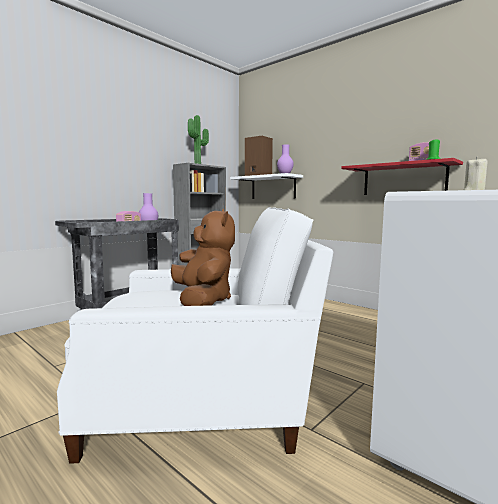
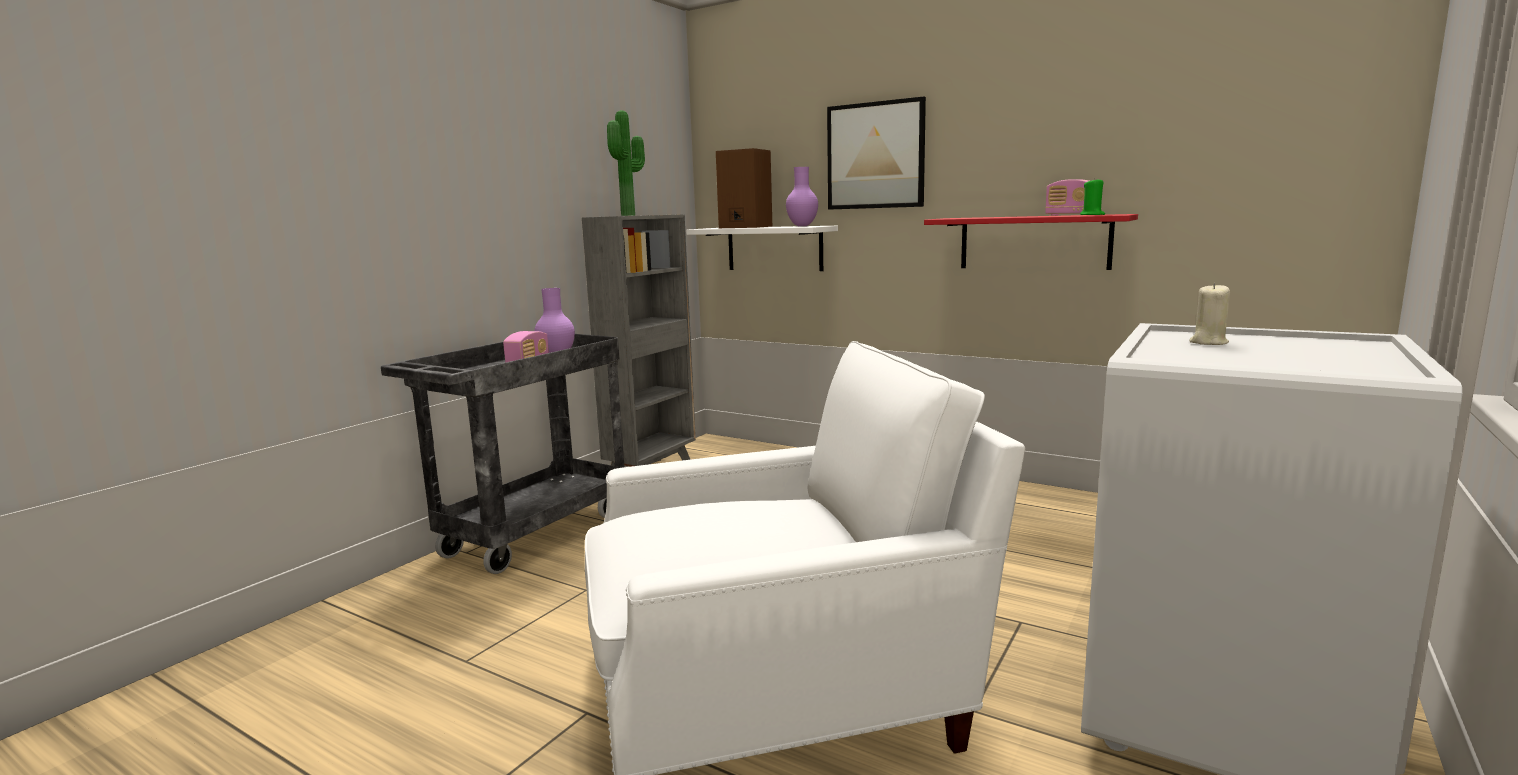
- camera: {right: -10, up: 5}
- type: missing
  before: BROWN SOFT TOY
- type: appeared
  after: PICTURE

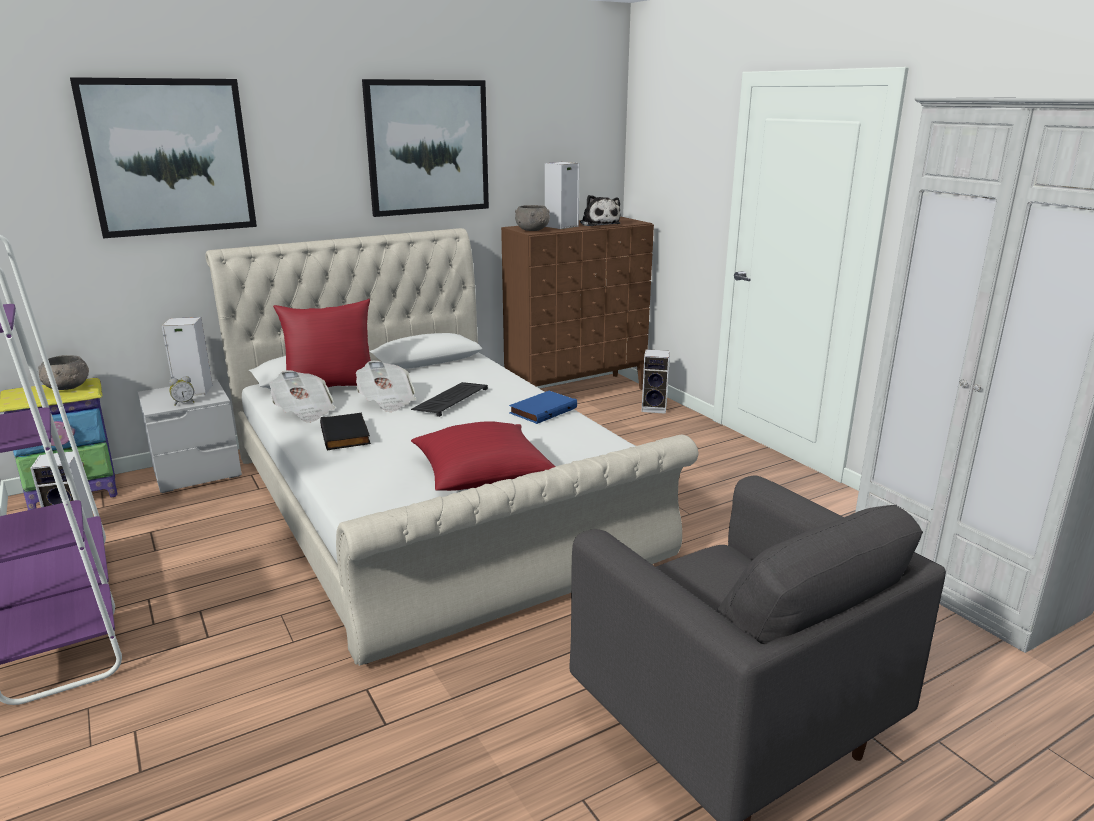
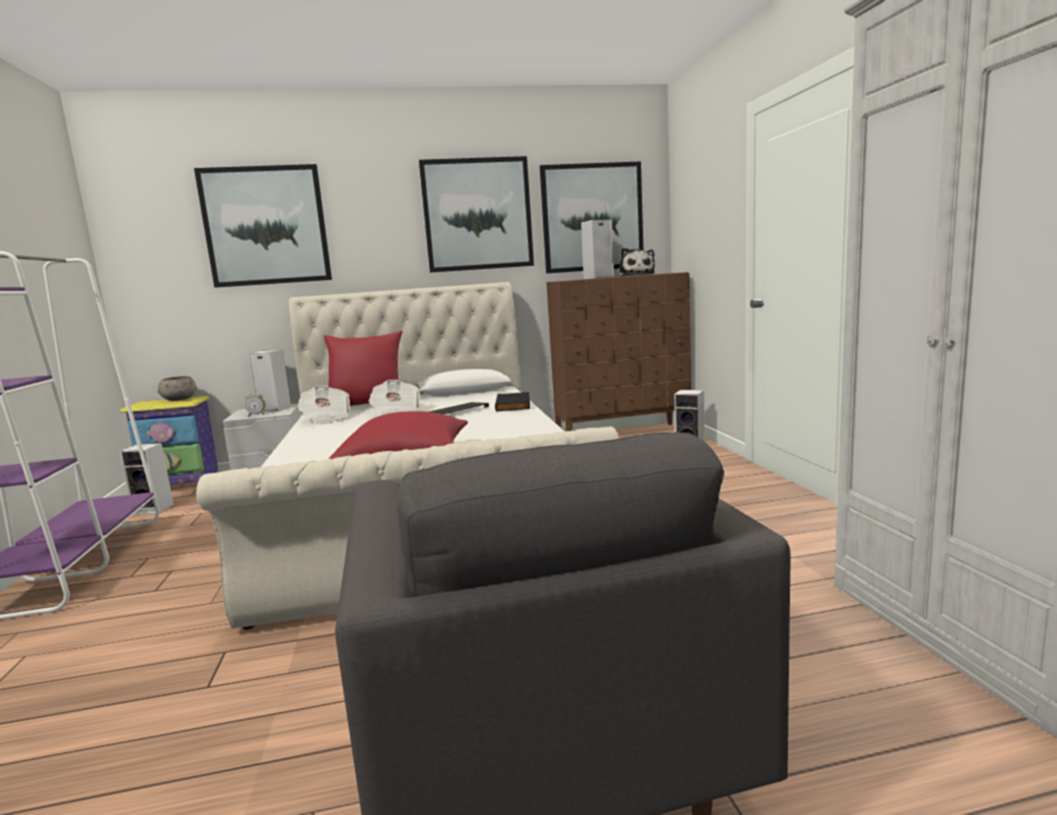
- camera: {right: 20, up: -10}
- type: missing
  before: GREY DEEP DISH (no. 2 from left)
- type: missing
  before: BLUE-COLOURED BOOK
- type: relocated
  before: BLACK-COLOURED BOOK
- type: appeared
  after: PICTURE (no. 3 from left)

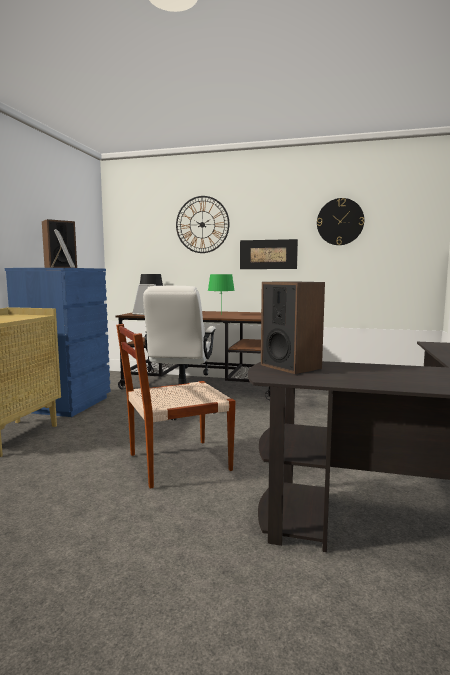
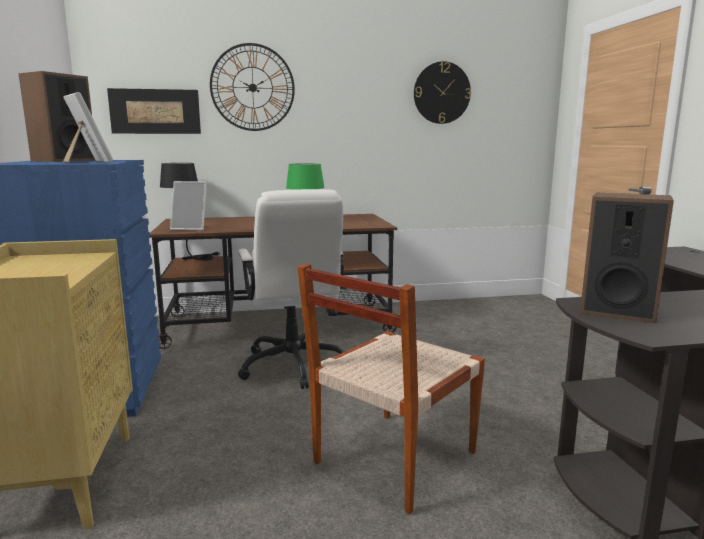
- camera: {right: -25, up: 5}
- type: relocated
  before: PICTURE

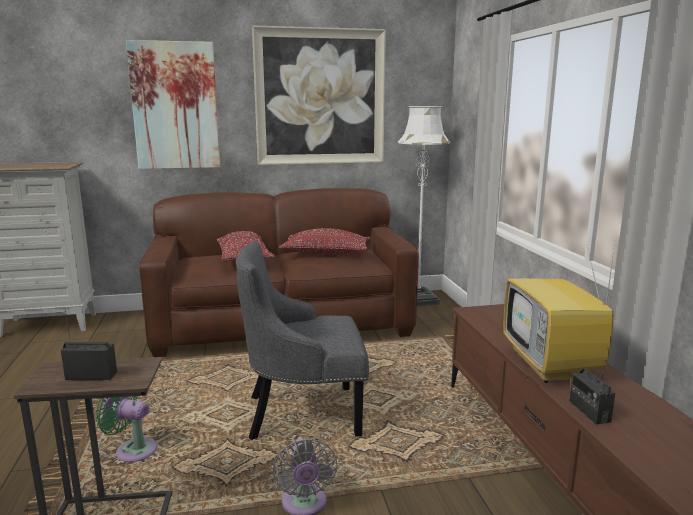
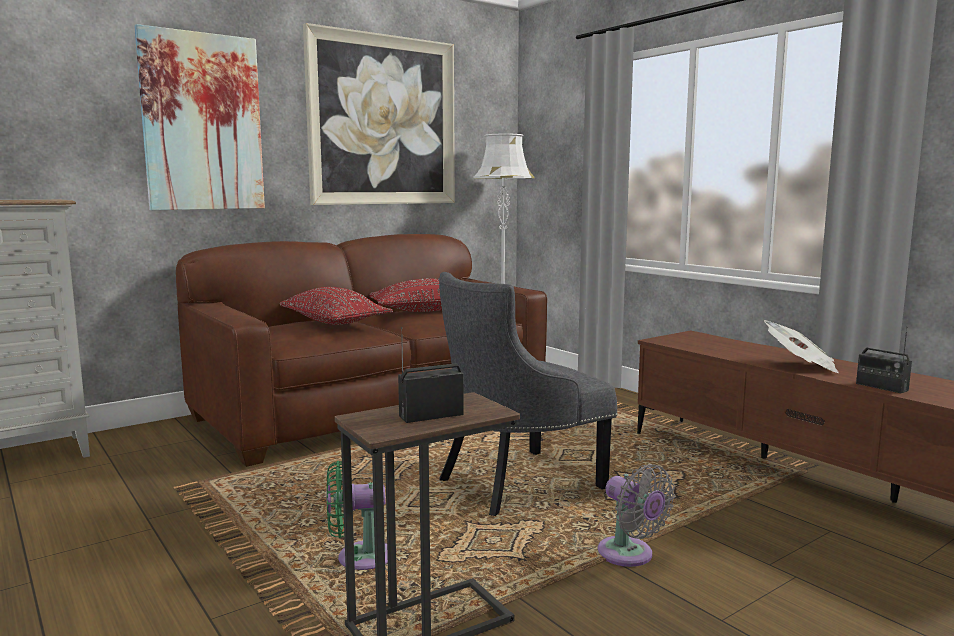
- camera: {right: -25, up: -5}
- type: exchanged
  before: TV SET
  after: PRINTED PAPER

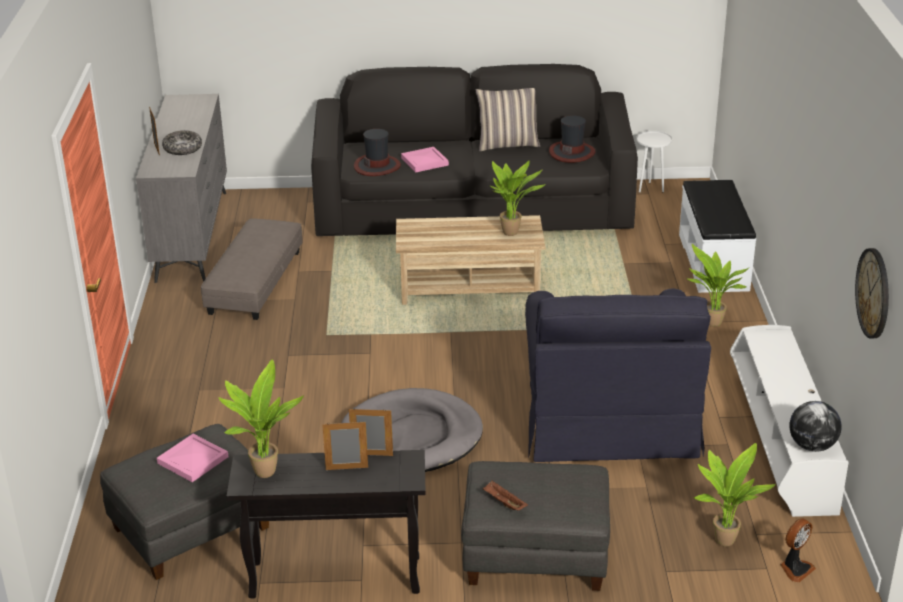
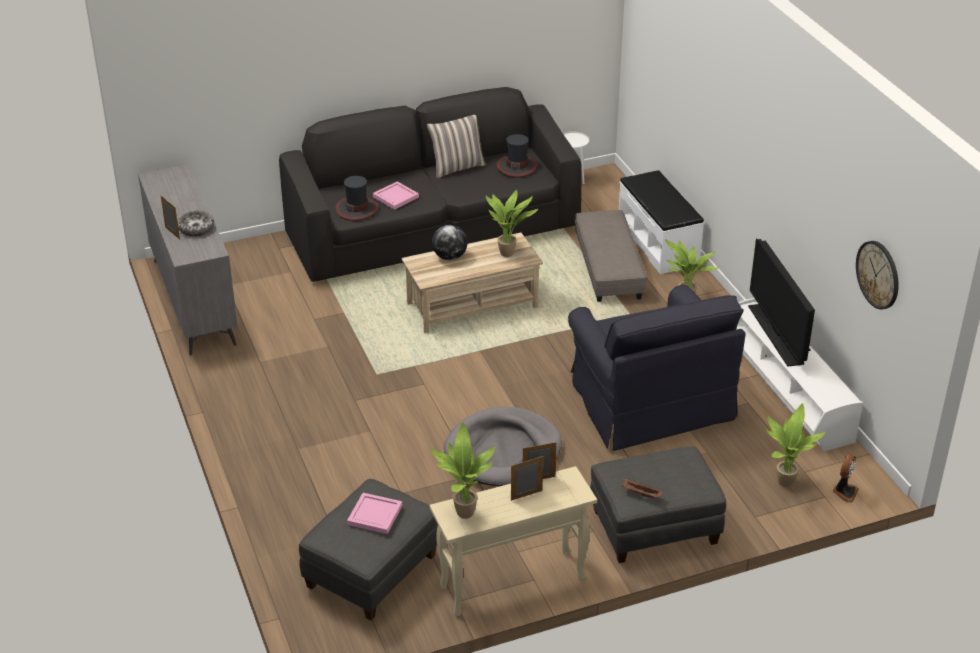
- camera: {right: -20, up: 5}
- type: relocated
  before: GREY OTTOMAN (no. 2 from left)
- type: relocated
  before: WORLD GLOBE
- type: colour
  before: BLACK-COLOURED HALL TABLE
  after: SAND-COLOURED HALL TABLE
- type: appeared
  after: TV SET

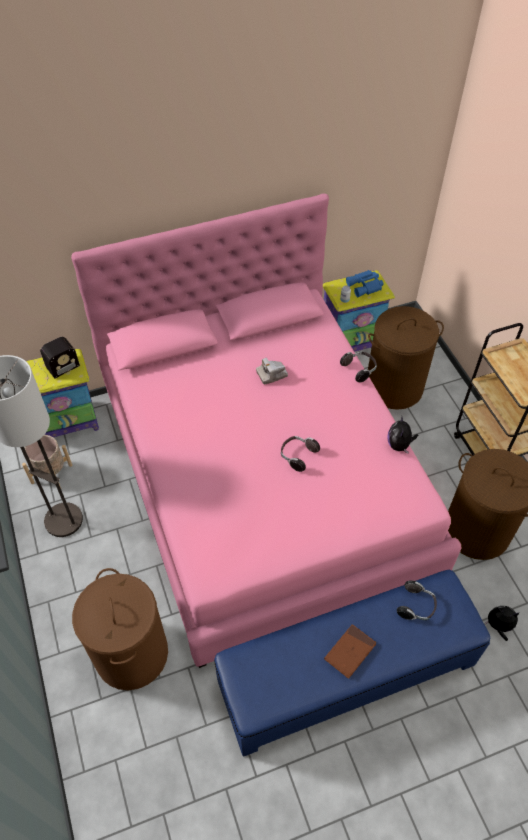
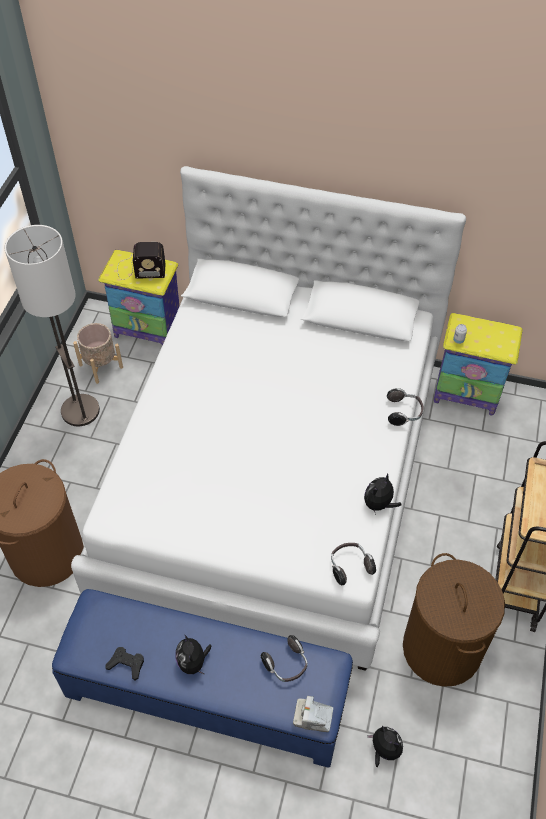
- camera: {right: 35, up: 0}
- type: colour
  before: PINKISH SLEEPING BED
  after: WHITE SLEEPING BED
- type: missing
  before: BLUE-COLOURED FIELD GLASSES
- type: missing
  before: BROWN LAUNDRY BASKET (no. 2 from left)
- type: relocated
  before: STILL CAMERA
- type: relocated
  before: HEADSET (no. 1 from left in the first image)
  after: HEADSET (no. 2 from left)
- type: exchanged
  before: BROWN BOOK
  after: SOFT TOY (no. 1 from left)
- type: appeared
  after: BLACK-COLOURED GAMEPAD

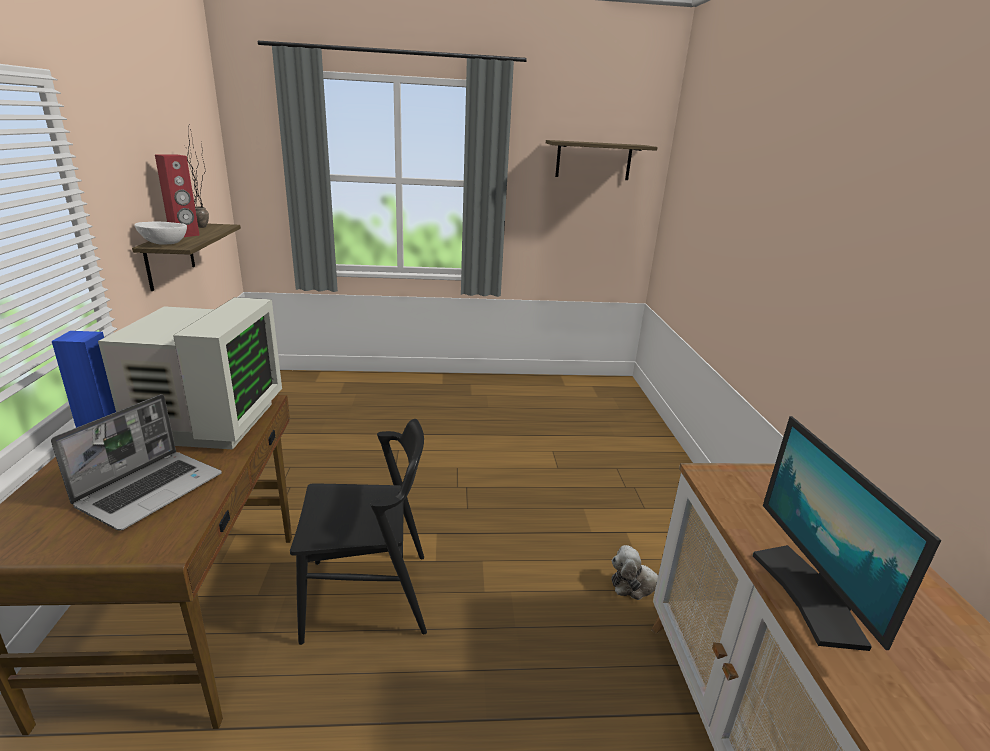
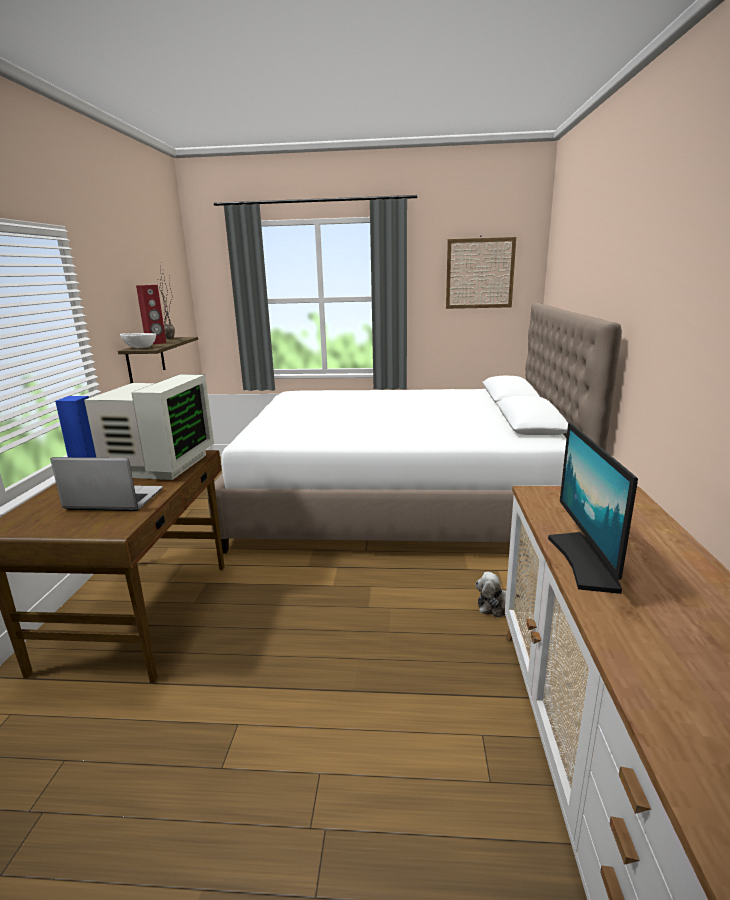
- camera: {right: 10, up: -5}
- type: exchanged
  before: BRACKET SHELF (no. 2 from left)
  after: PICTURE
- type: spun
  before: NOTEBOOK COMPUTER
  turn: -120
- type: missing
  before: BLACK-COLOURED UPRIGHT CHAIR
- type: appeared
  after: WHITE SLEEPING BED

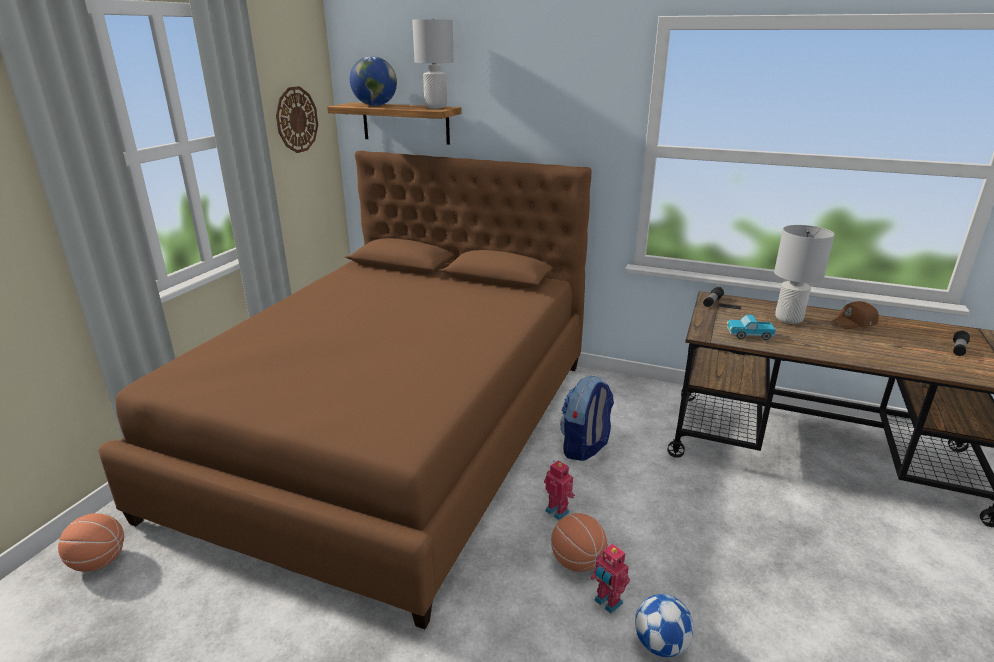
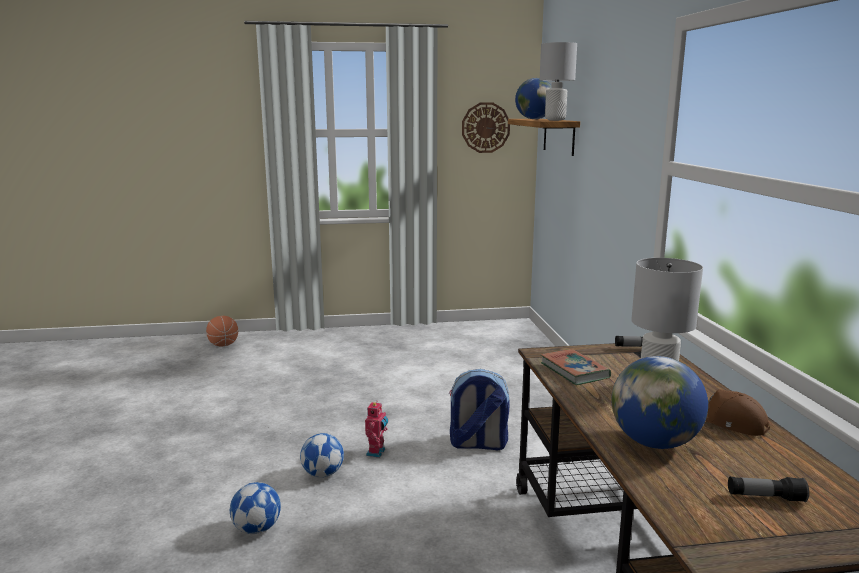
- camera: {right: 60, up: -10}
- type: missing
  before: BROWN SLEEPING BED
- type: exchanged
  before: TOY TRUCK
  after: BOOK
- type: exchanged
  before: BALL FOR BASKETBALL (no. 2 from left)
  after: FOOTBALL (no. 2 from left)
- type: missing
  before: ROBOT FIGURE (no. 2 from left)
- type: appeared
  after: WORLD GLOBE (no. 2 from left)

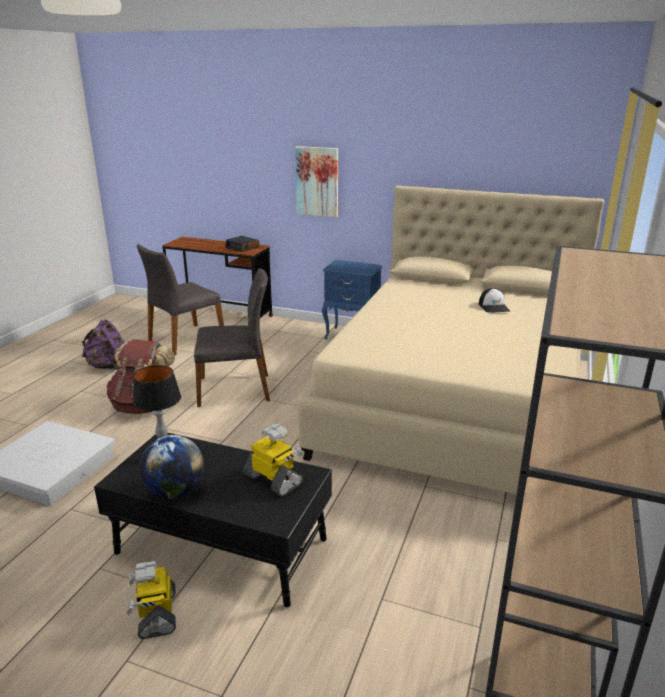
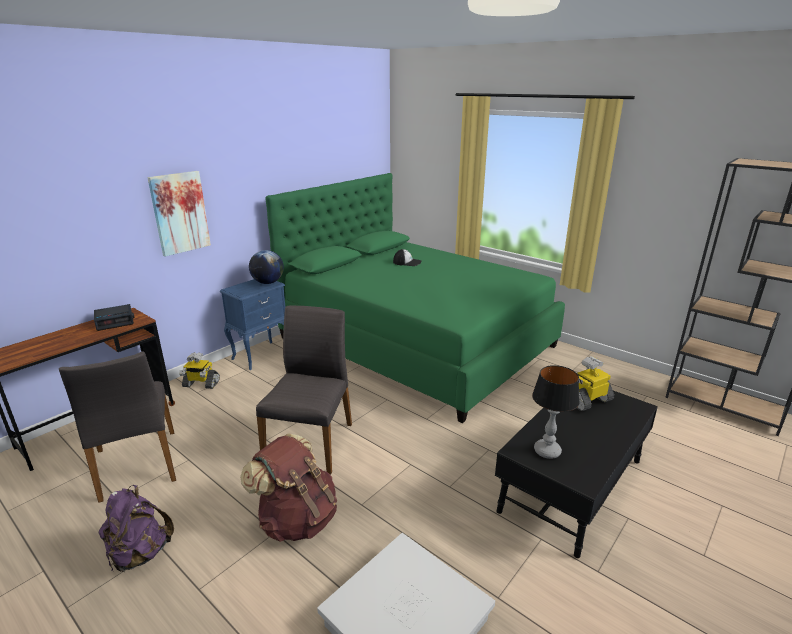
- camera: {right: -70, up: 0}
- type: colour
  before: SAND-COLOURED SLEEPING BED
  after: GREENISH SLEEPING BED
- type: relocated
  before: WORLD GLOBE
- type: relocated
  before: ROBOT FIGURE (no. 1 from left)

